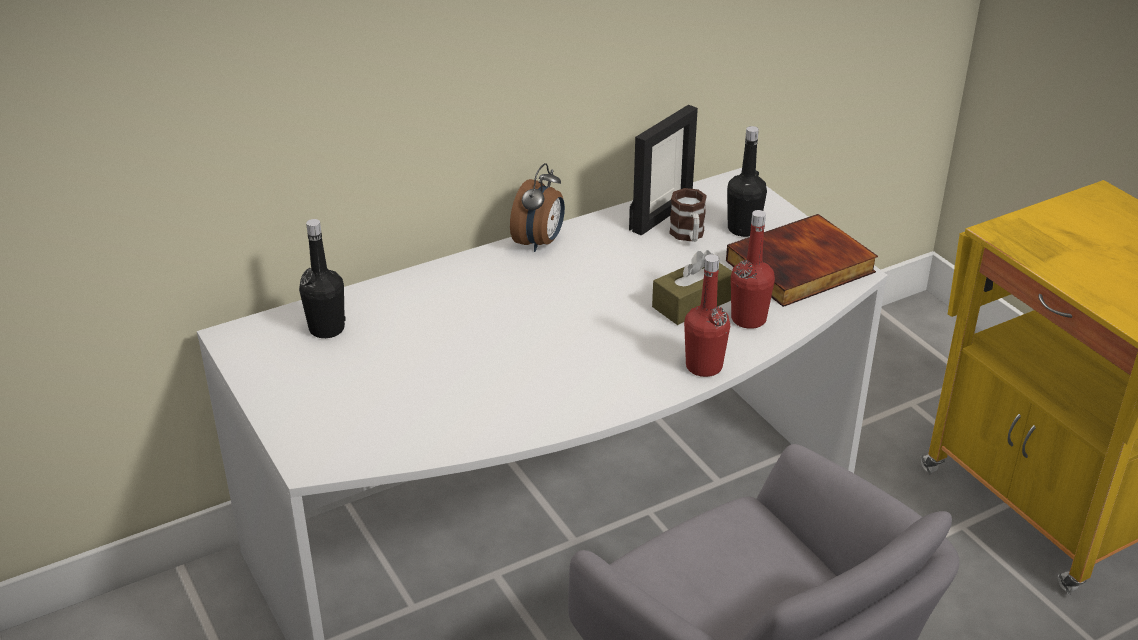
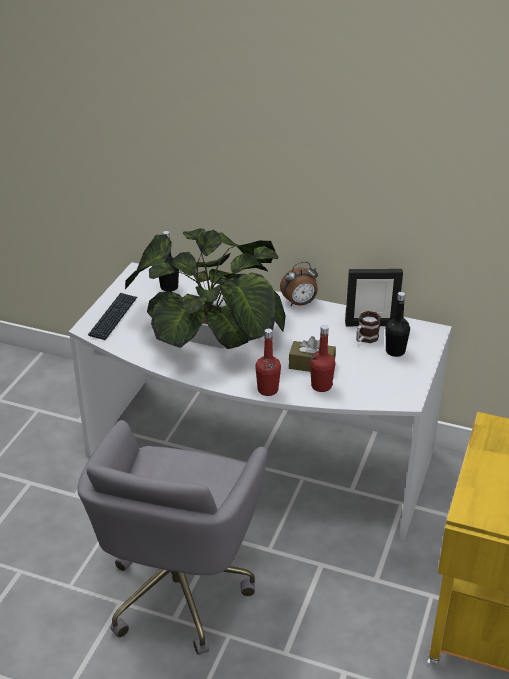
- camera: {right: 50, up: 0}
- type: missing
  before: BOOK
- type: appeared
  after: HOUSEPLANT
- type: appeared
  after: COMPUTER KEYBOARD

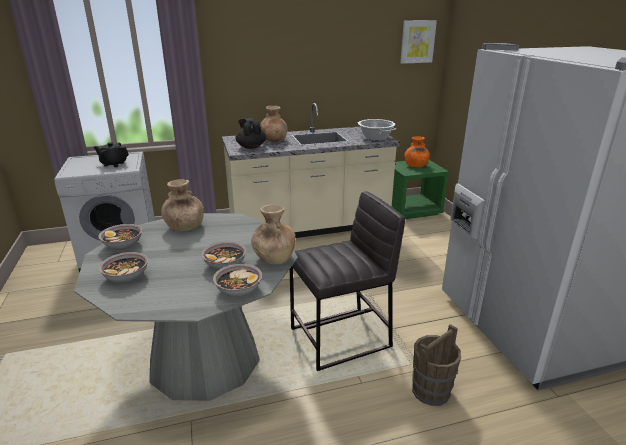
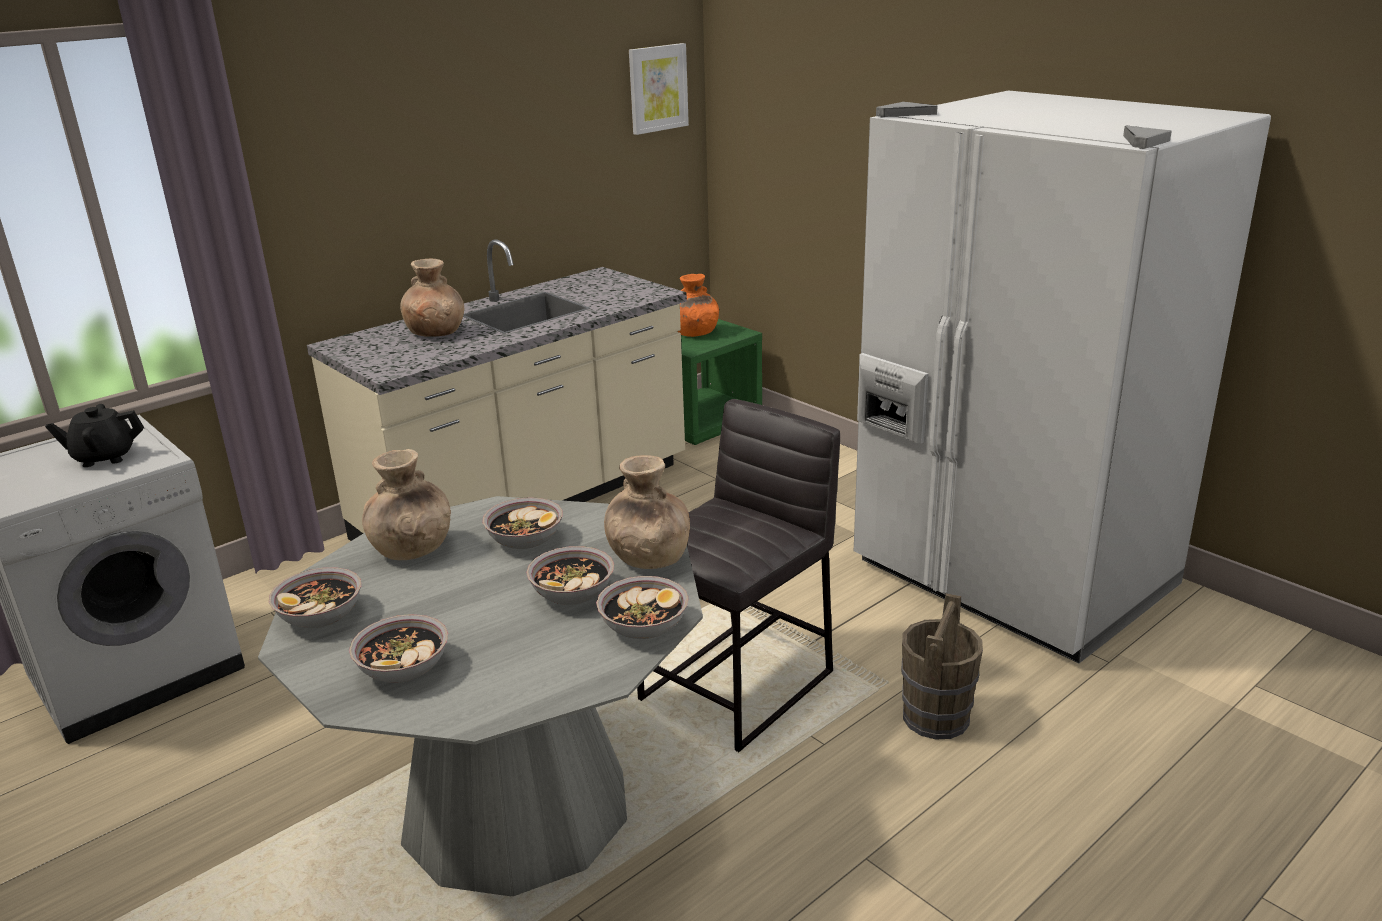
- camera: {right: -25, up: 0}
- type: missing
  before: BLACK-COLOURED TEA POT (no. 2 from left)
- type: missing
  before: STOCKPOT
- type: appeared
  after: DEEP DISH (no. 3 from left)

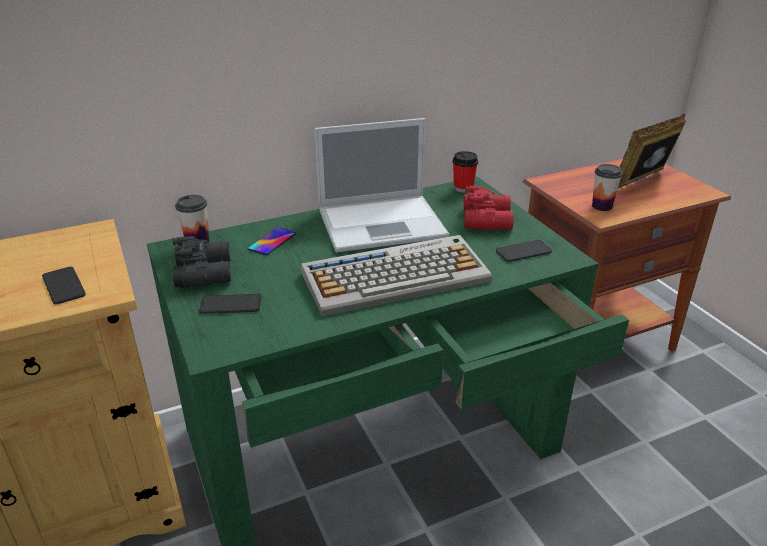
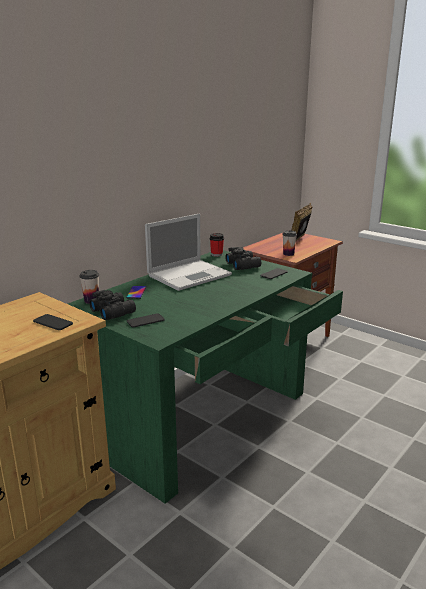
- camera: {right: -25, up: -10}
- type: colour
  before: RED FIELD GLASSES
  after: BLACK-COLOURED FIELD GLASSES (no. 2 from left)
- type: missing
  before: COMPUTER KEYBOARD

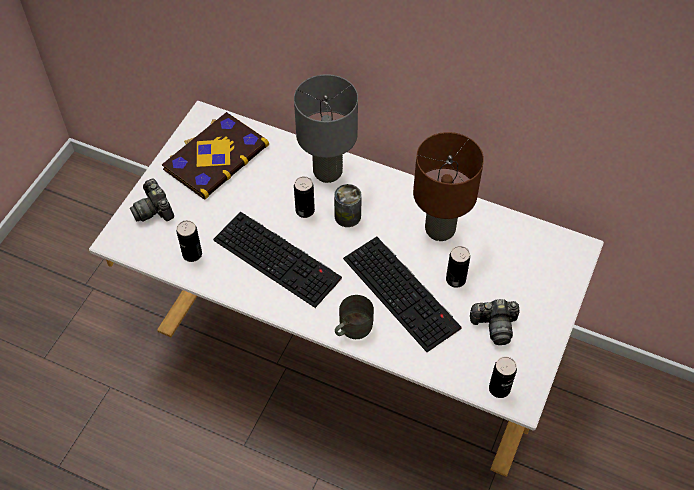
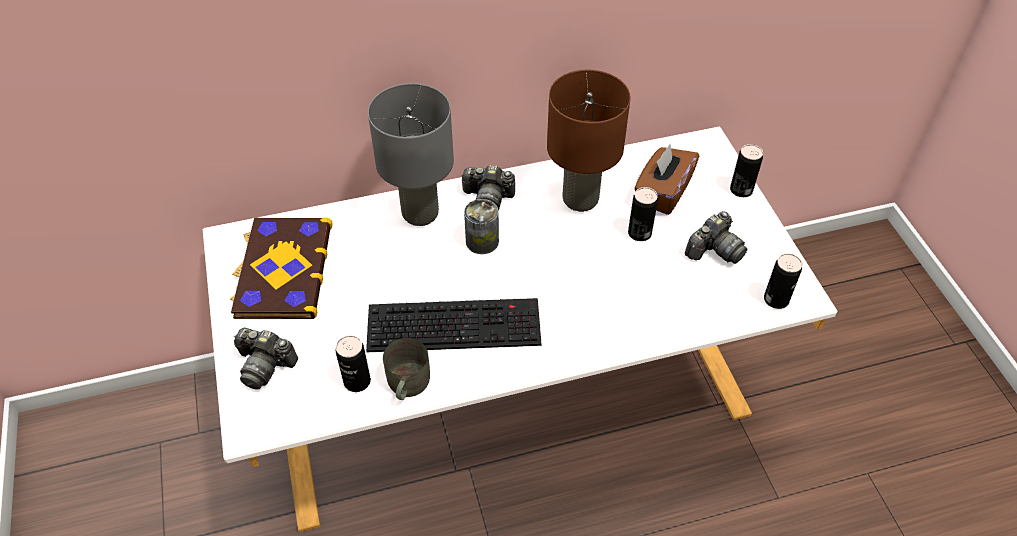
- camera: {right: -40, up: -5}
- type: relocated
  before: SEALED CAN (no. 2 from left in the first image)
  after: SEALED CAN (no. 4 from left)
- type: missing
  before: COMPUTER KEYBOARD (no. 2 from left)
- type: relocated
  before: GREY TEA MUG
- type: appeared
  after: BROWN BOX OF TISSUES
- type: appeared
  after: STILL CAMERA (no. 2 from left)

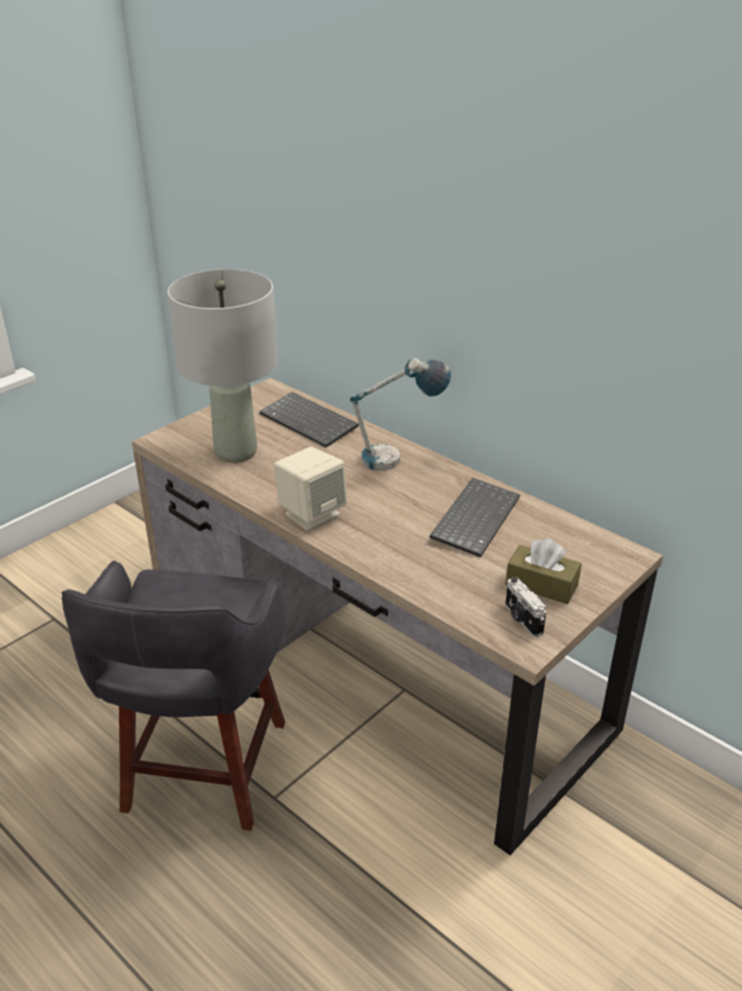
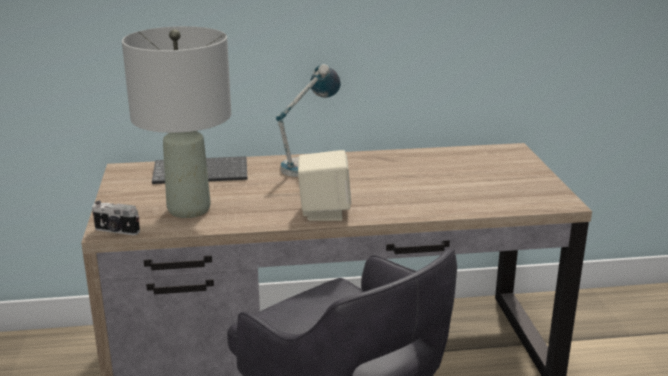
- camera: {right: -50, up: -10}
- type: missing
  before: COMPUTER KEYBOARD (no. 2 from left)
- type: missing
  before: BROWN BOX OF TISSUES
- type: relocated
  before: STILL CAMERA

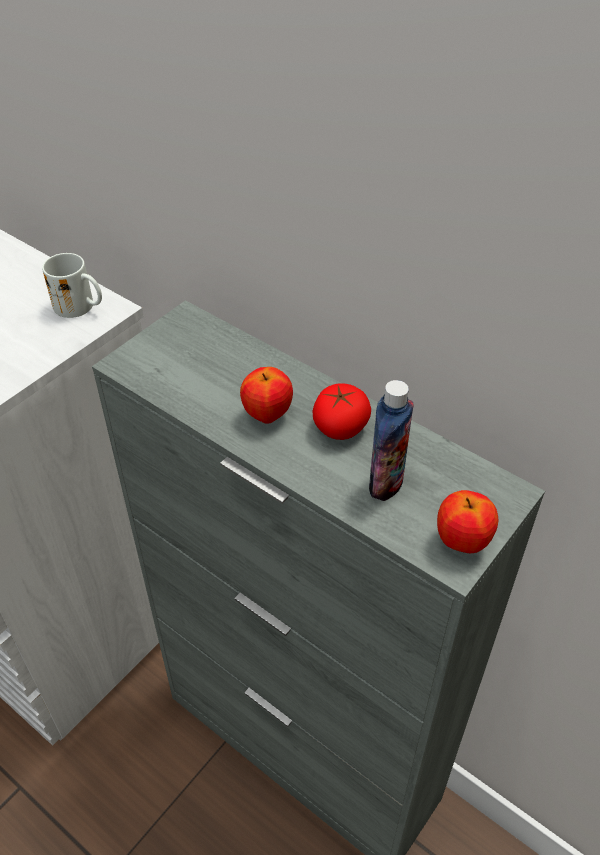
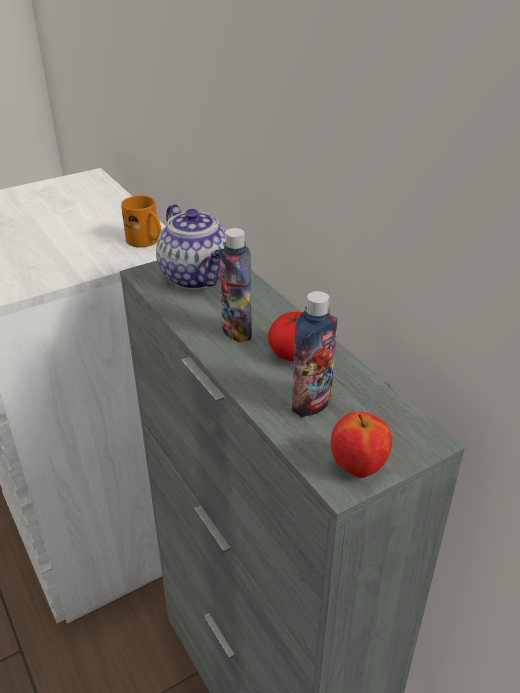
- camera: {right: 20, up: -10}
- type: colour
  before: WHITE TEA MUG
  after: ORANGE TEA MUG
- type: exchanged
  before: APPLE FRUIT (no. 1 from left)
  after: BEVERAGE BOTTLE (no. 1 from left)
- type: appeared
  after: TEA POT

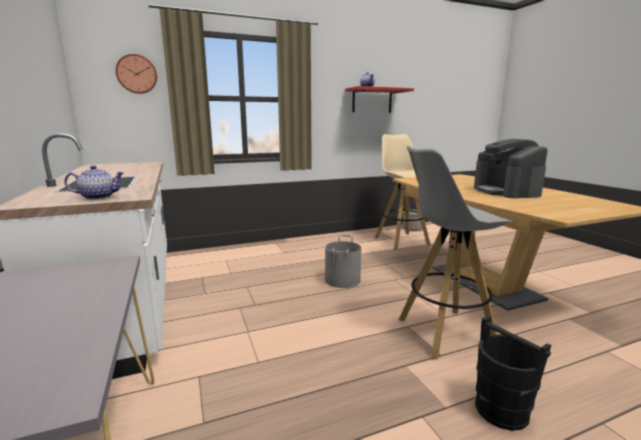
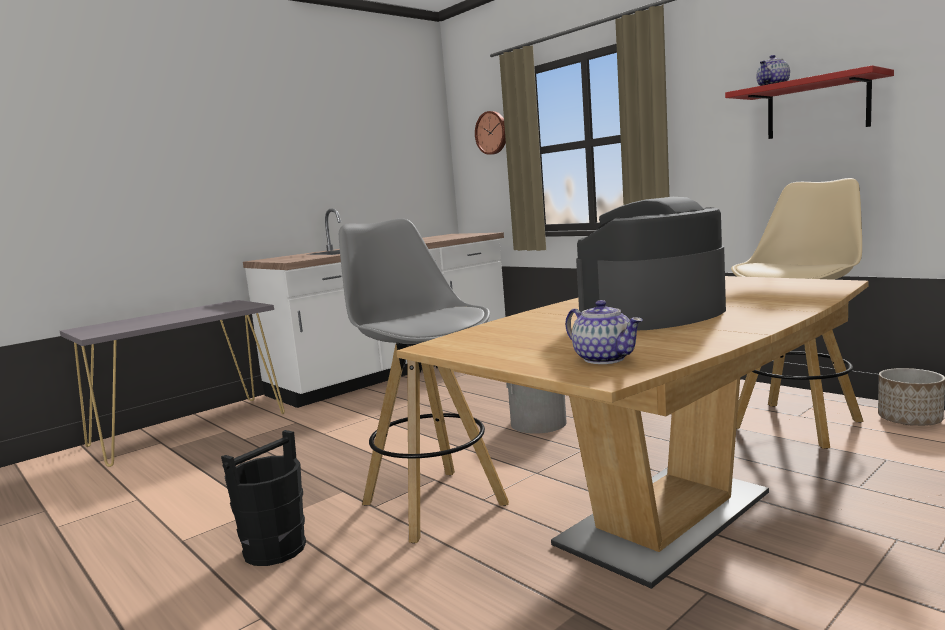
- camera: {right: 70, up: -5}
- type: relocated
  before: TEA POT (no. 1 from left)

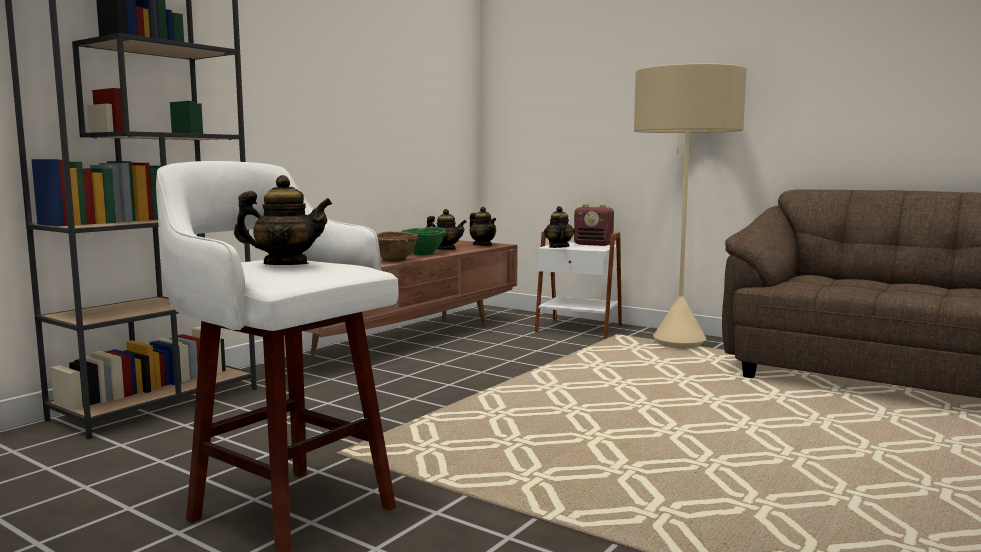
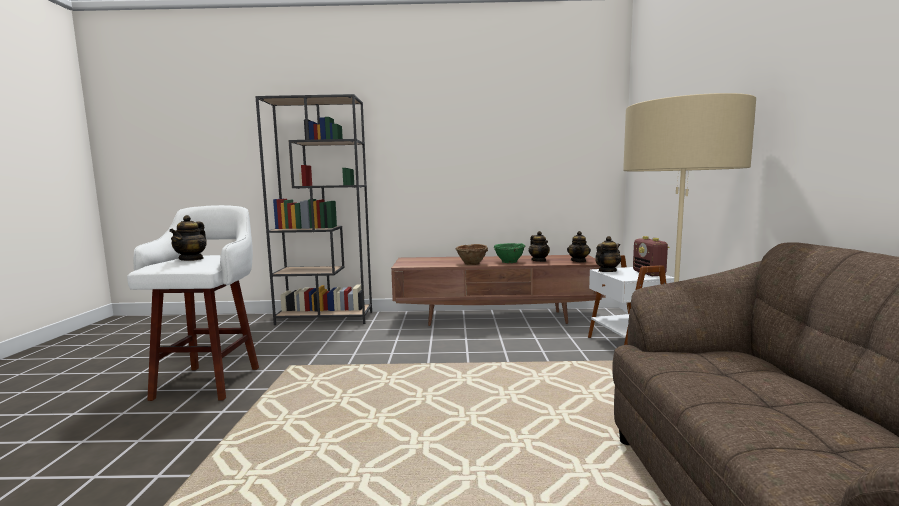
- camera: {right: 55, up: 0}
- type: spun
  before: TEA POT (no. 1 from left)
  turn: 45

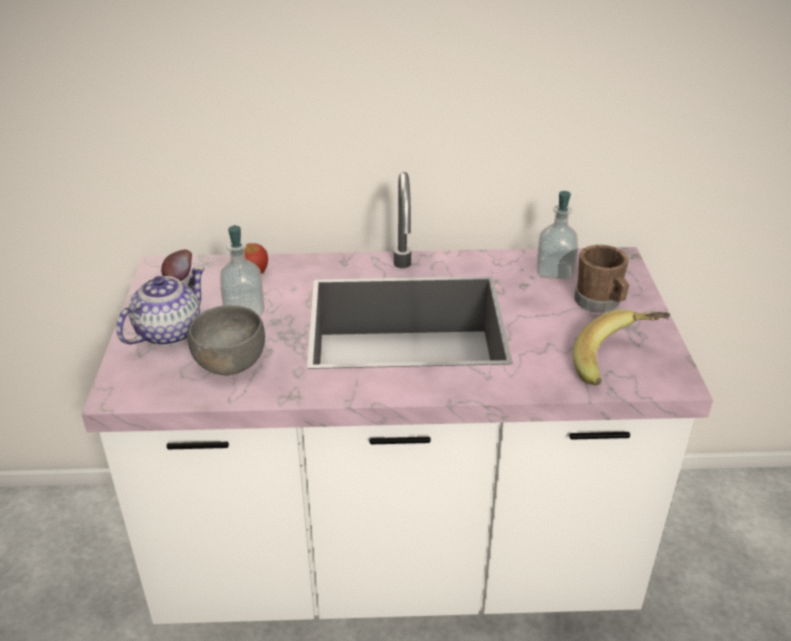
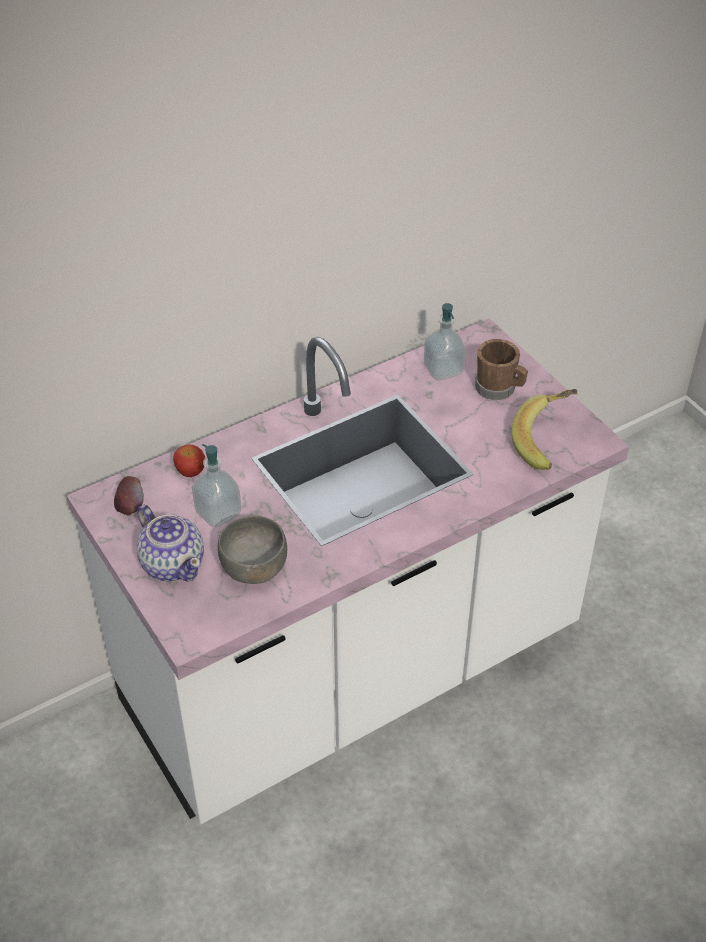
- camera: {right: -30, up: 10}
- type: spun
  before: TEA POT
  turn: 135

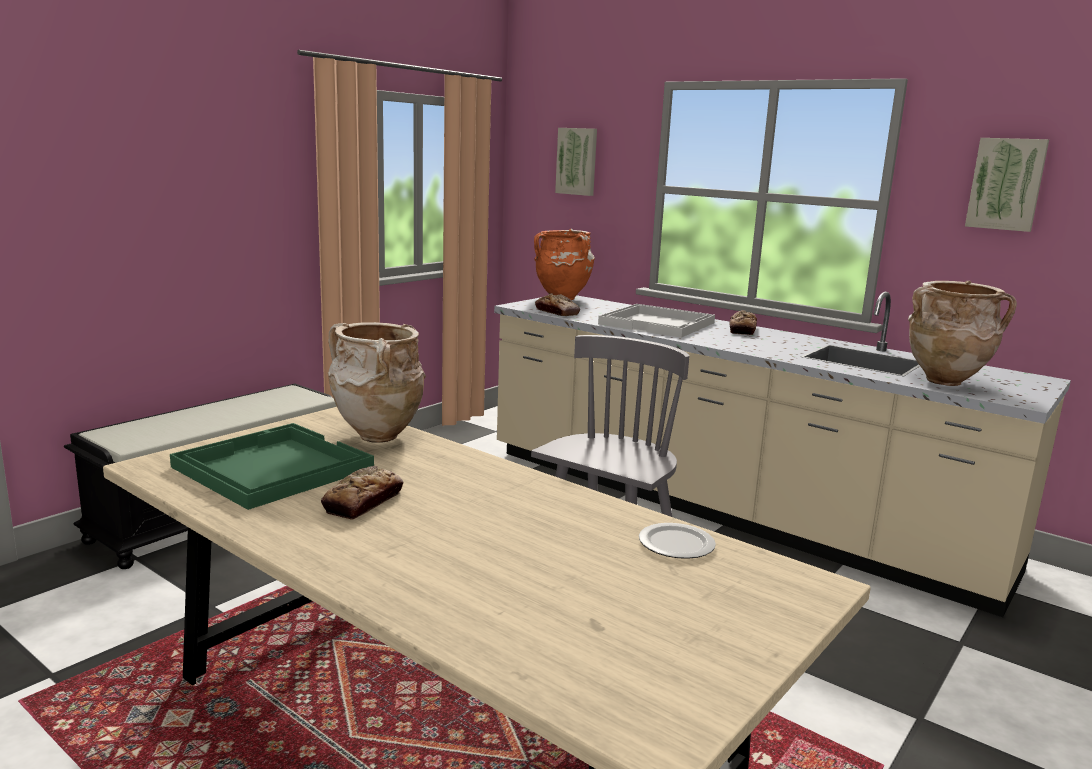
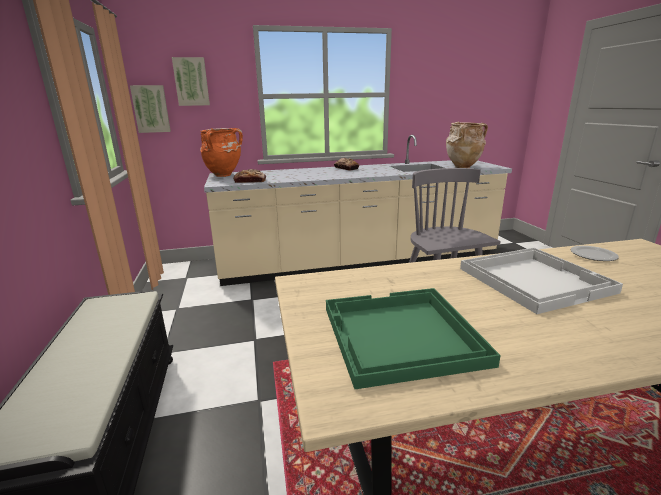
- camera: {right: -50, up: 5}
- type: relocated
  before: PICTURE (no. 2 from left in the first image)
  after: PICTURE (no. 1 from left)
- type: relocated
  before: WHITE CARRYING TRAY
- type: missing
  before: SAND-COLOURED FLOWER VASE (no. 1 from left)
- type: missing
  before: BAKERY BREAD (no. 1 from left)

